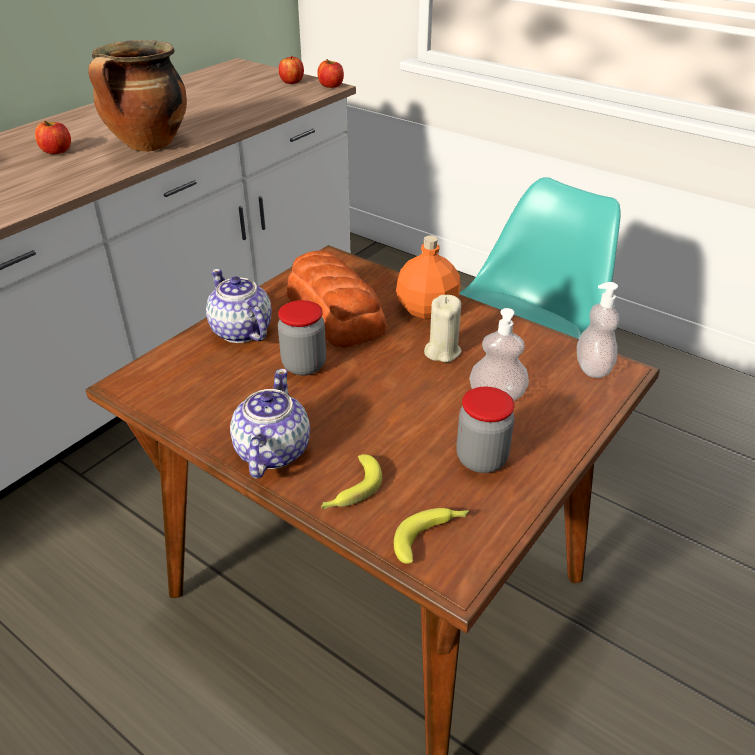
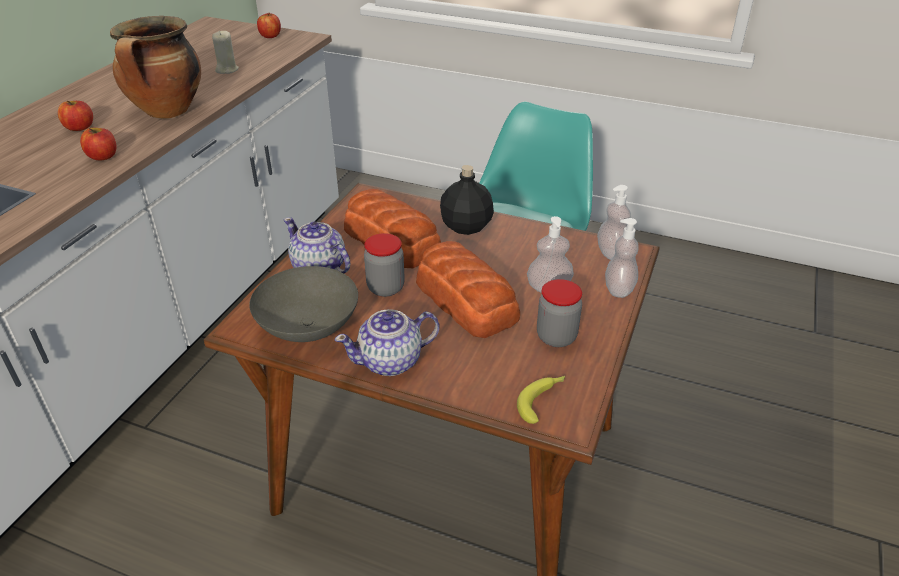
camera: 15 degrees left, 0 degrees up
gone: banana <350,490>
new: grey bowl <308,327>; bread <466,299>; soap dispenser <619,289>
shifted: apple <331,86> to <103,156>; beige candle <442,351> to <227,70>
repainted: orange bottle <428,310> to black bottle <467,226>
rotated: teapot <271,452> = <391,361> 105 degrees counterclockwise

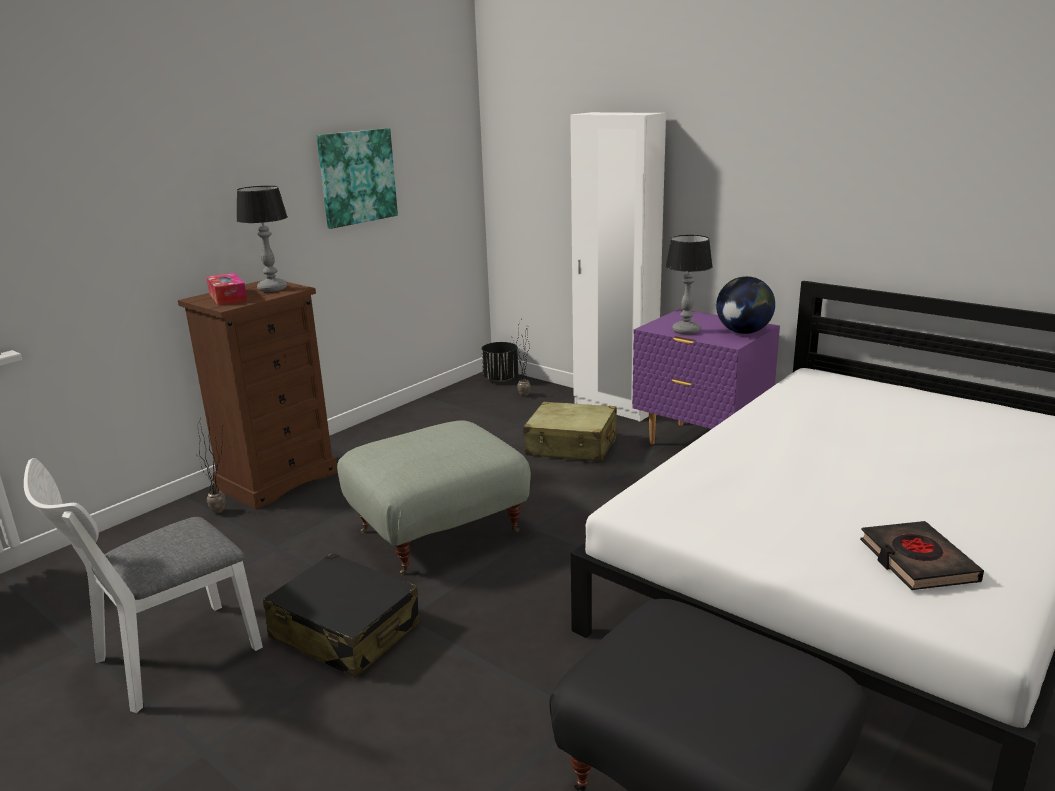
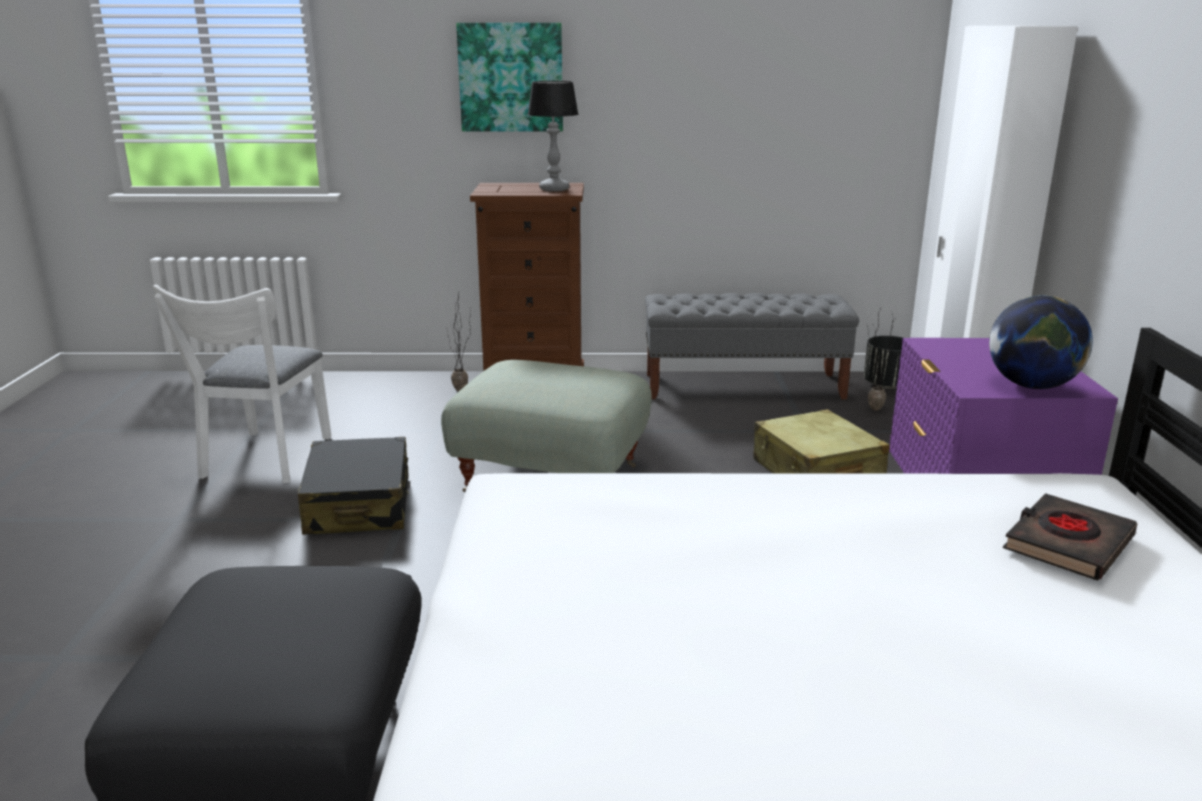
camera: 50 degrees right, 0 degrees up
gone: tissue box <228,297>; table lamp <686,331>
new: grey bench <744,386>
shifted: picture <357,177> to <511,77>; black book <917,561> to <1067,544>
rotated: white chair <166,660> = <263,461> 90 degrees counterclockwise

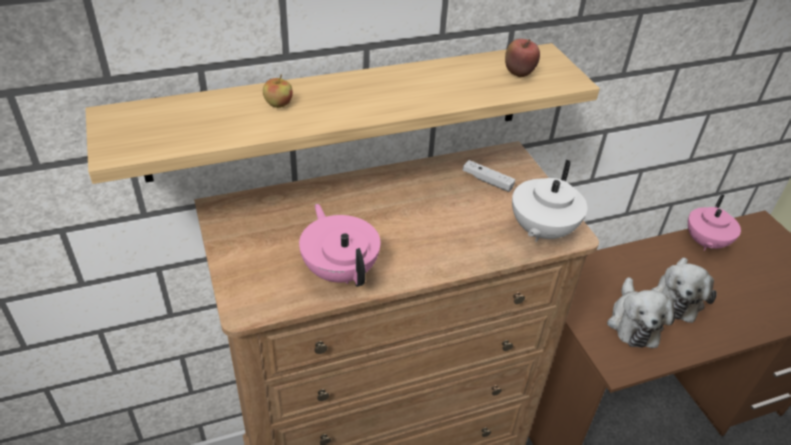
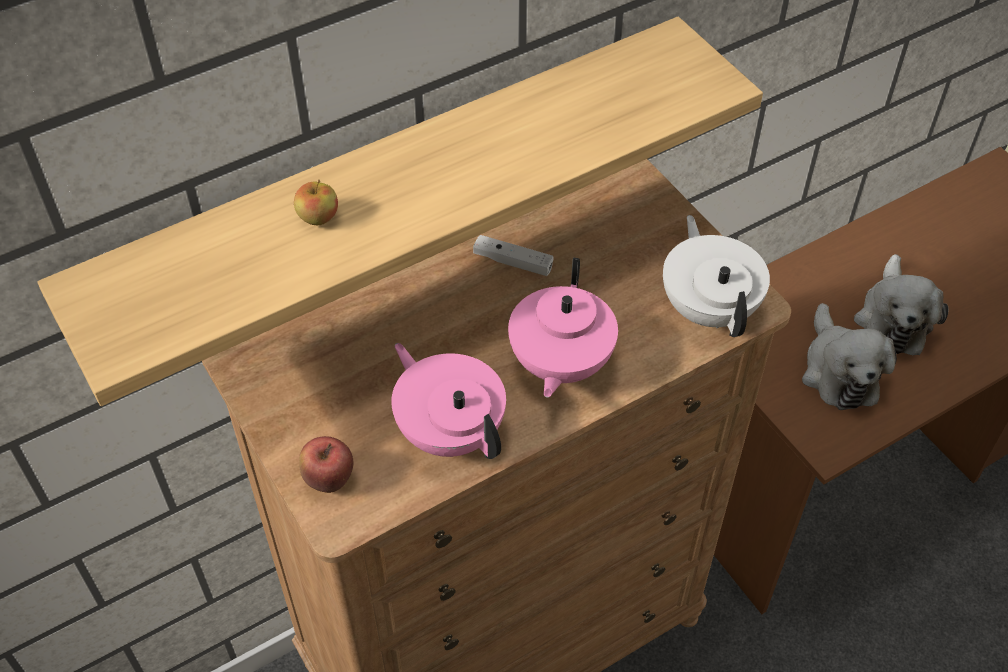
camera: 10 degrees left, 10 degrees up
shifted: white game controller <487,181> to <513,262>; apple <518,74> to <329,480>; pink teapot <704,243> to <559,364>
rotated: white teapot <541,231> = <709,308> 150 degrees clockwise

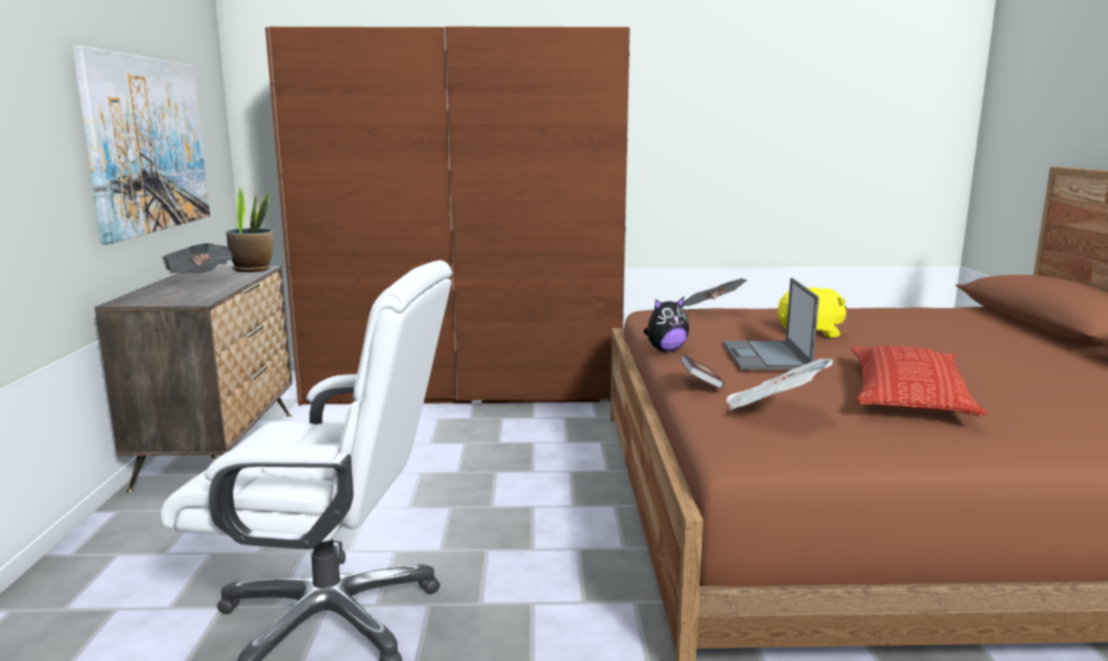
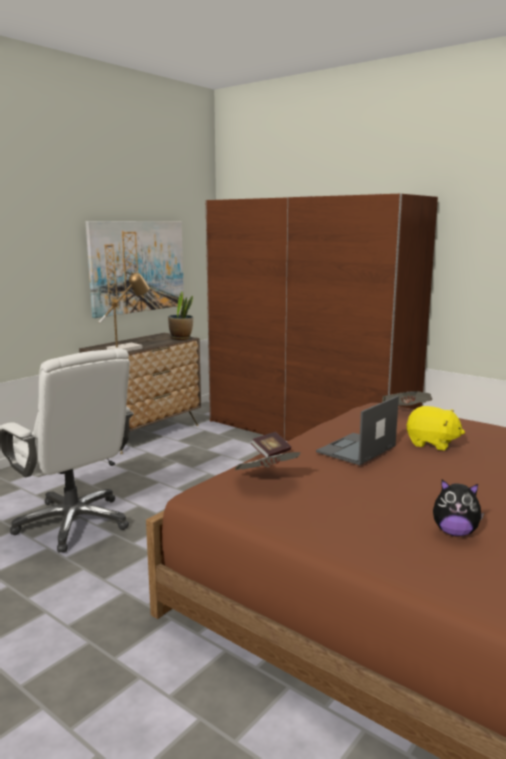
camera: 40 degrees right, 0 degrees up
gone: newspaper <200,278>; pillow <908,393>
new: table lamp <128,348>
shifted: plush toy <665,350> to <454,532>

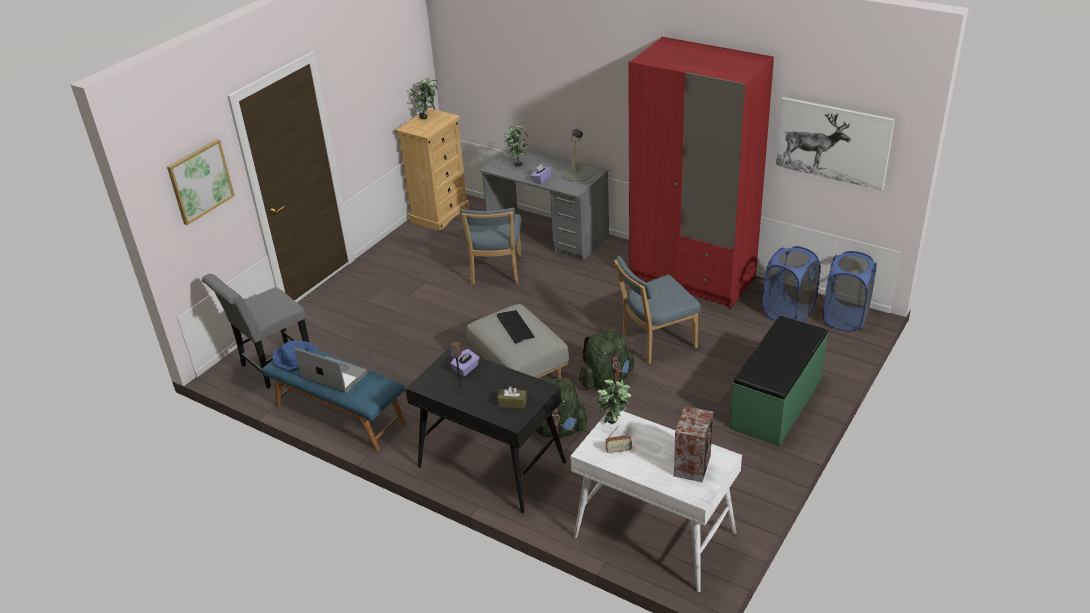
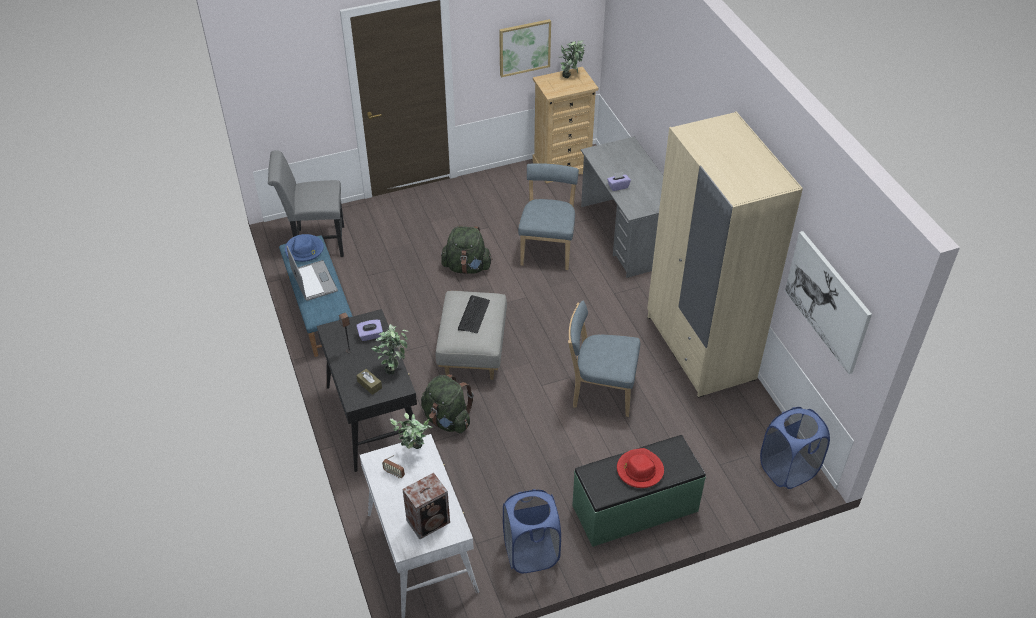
camera: 35 degrees right, 10 degrees up
gone: grey table lamp <577,173>
new: red hat <639,470>
shifted: picture <200,181> to <524,47>; potted plant <517,163> to <393,367>; green backpack <606,380> to <467,267>; blue laundry basket <788,312> to <531,553>
repainted: red wardrobe <692,278> to beige wardrobe <700,348>
rotated: blue chair <495,272> = <548,249> 150 degrees clockwise

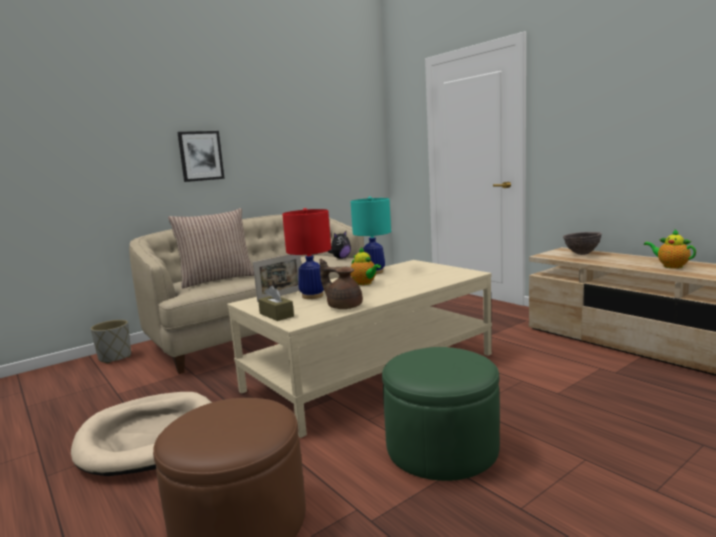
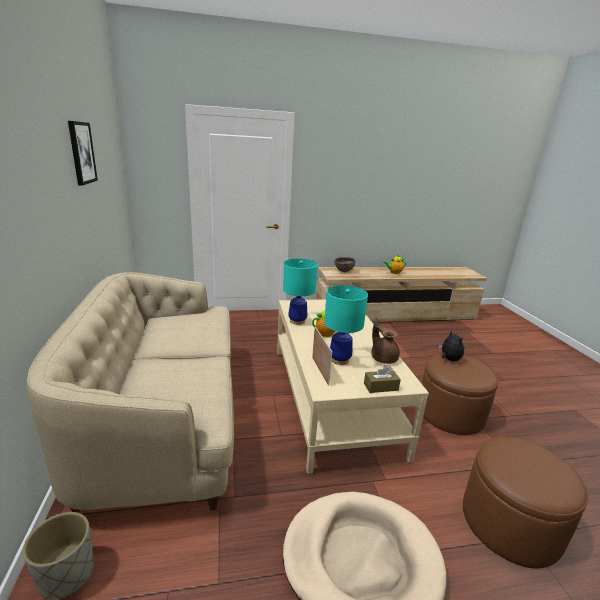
camera: 65 degrees left, 10 degrees up
gone: pillow <217,279>
shifted: picture <201,156> to <81,153>; plush toy <340,258> to <449,359>
repainted: red table lamp <312,296> to turquoise table lamp <339,360>; green ottoman <442,447> to brown ottoman <450,412>
rotated: brown teapot <343,306> = <383,358> 90 degrees clockwise

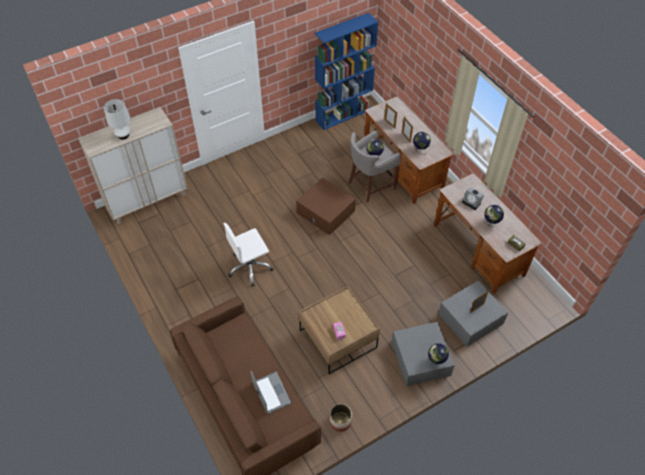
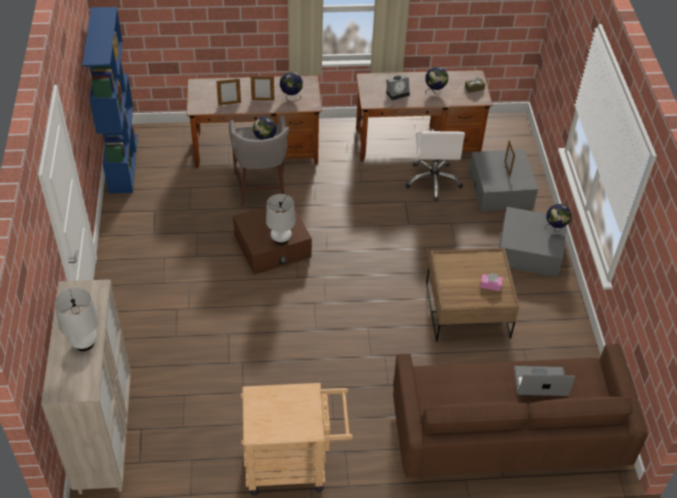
camera: 65 degrees left, 5 degrees down
gone: planter <340,421>
new: beige cart <294,465>; white table lamp <281,239>
shifted: white office chair <250,267> to <433,181>

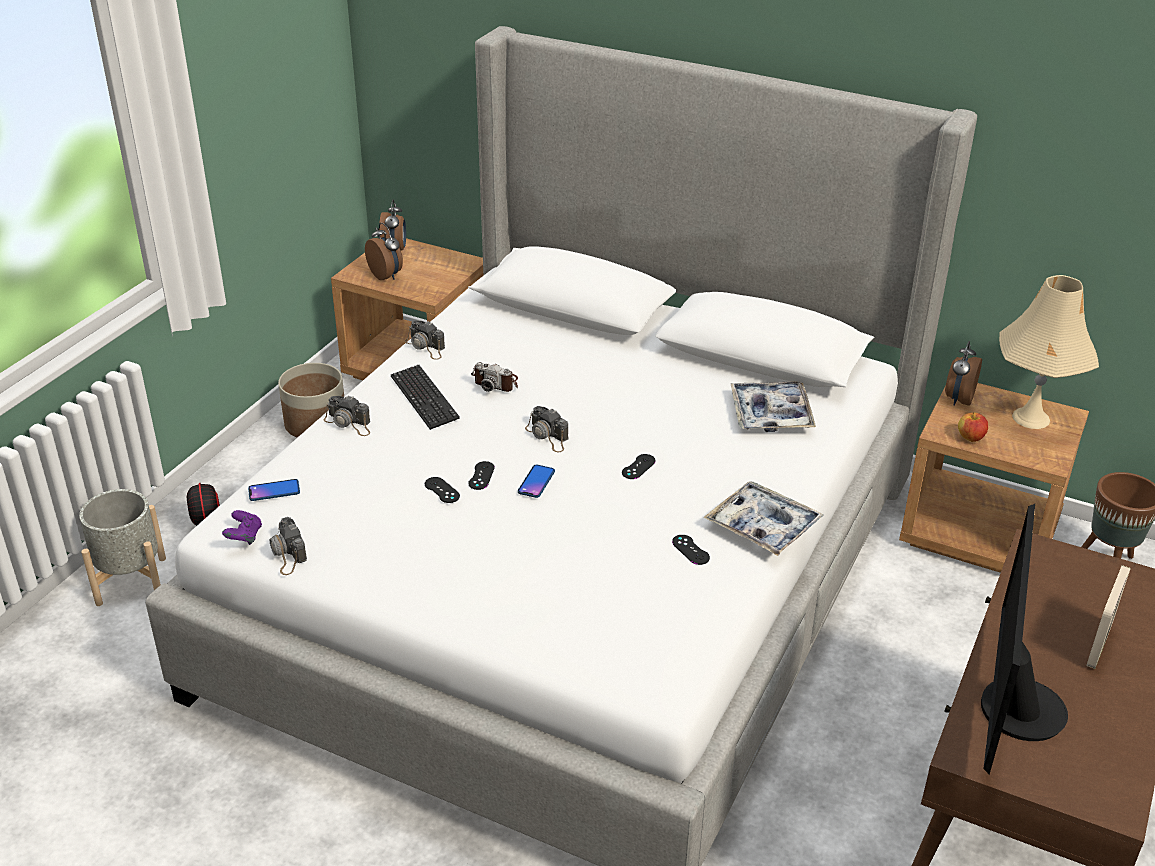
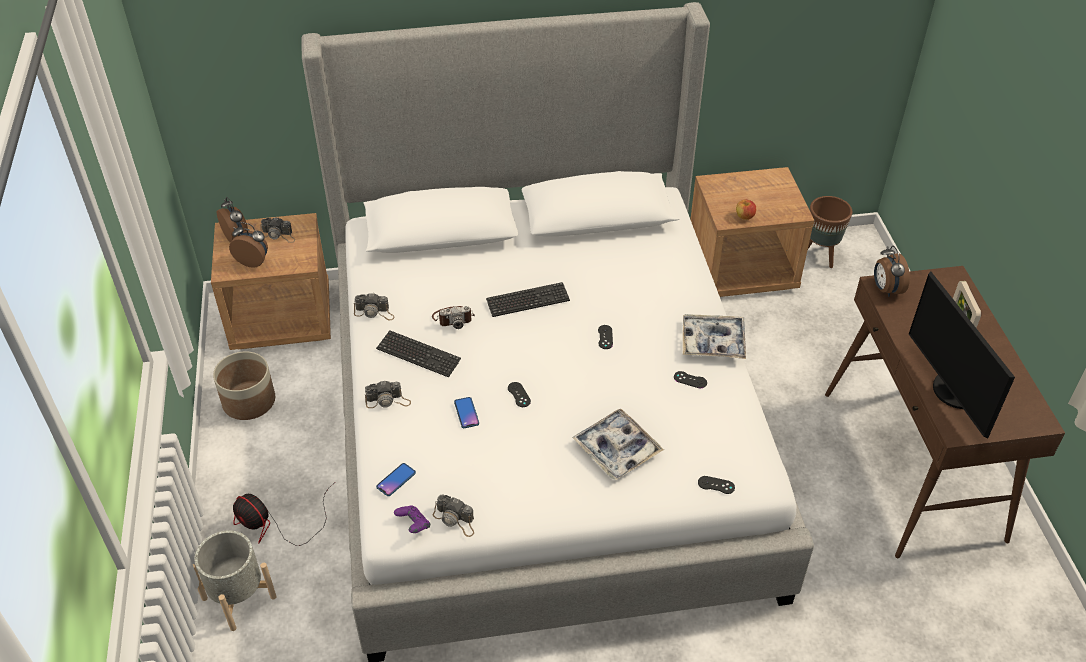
camera: 35 degrees left, 10 degrees up
gone: beige table lamp <1030,418>
new: keyboard <528,301>
shifted: black game controller <442,490> to <716,485>; phone <536,482> to <466,413>; photo camera <548,436> to <278,235>; tray <771,414> to <617,449>; alarm clock <958,399> to <885,289>

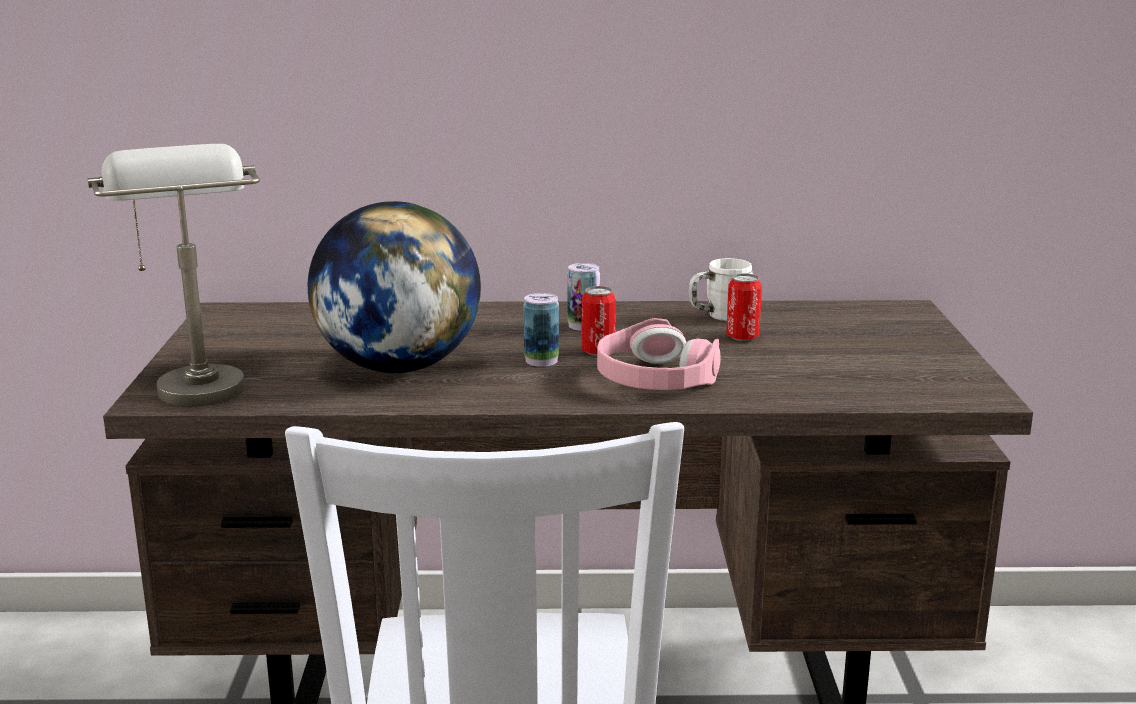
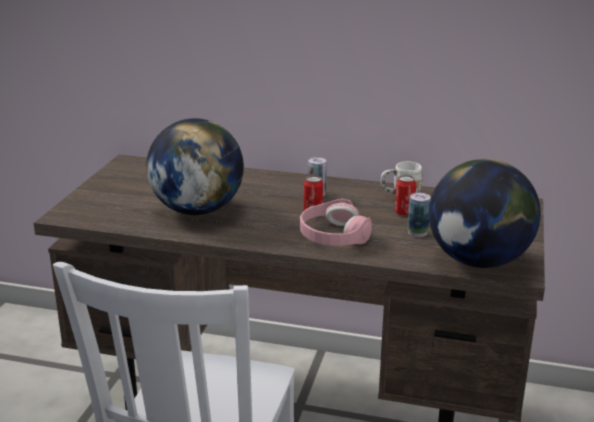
camera: 15 degrees right, 5 degrees up
gone: grey table lamp <194,380>
new: globe <478,261>
shifted: can <541,360> to <417,232>

